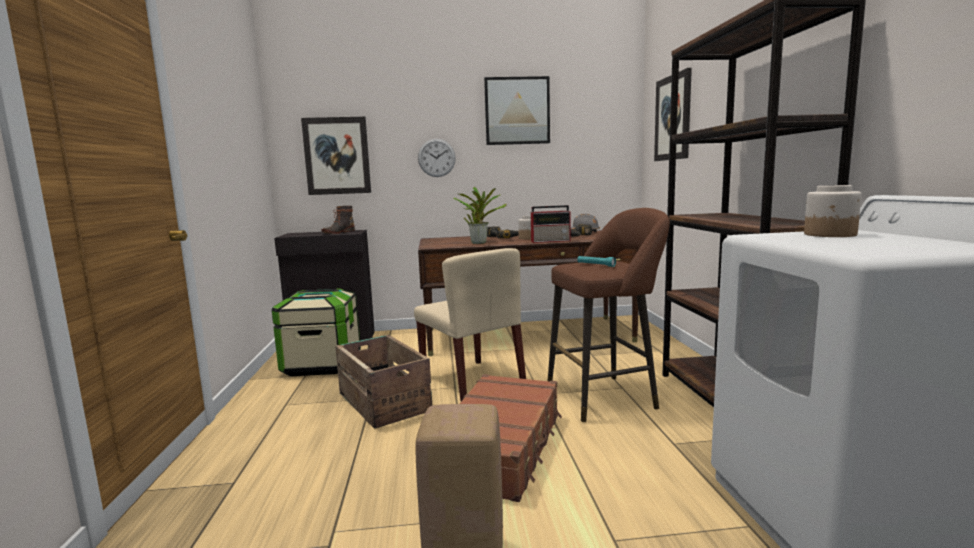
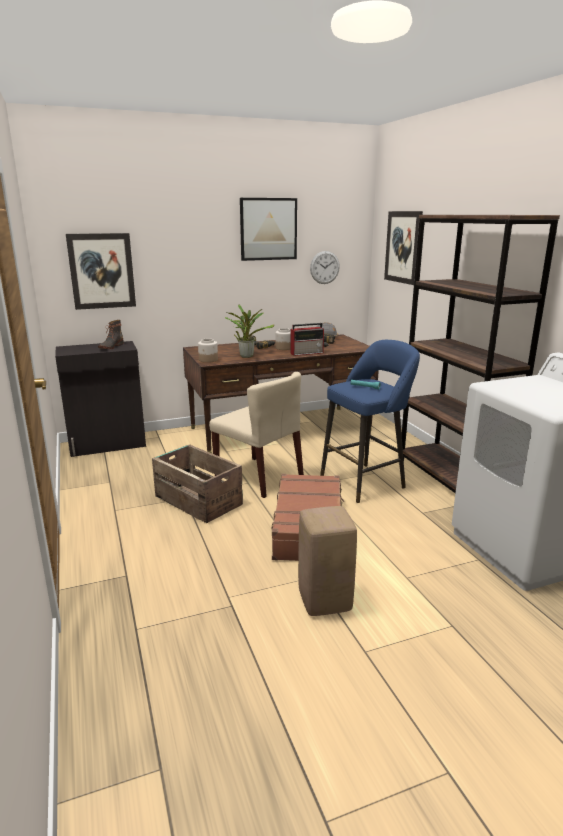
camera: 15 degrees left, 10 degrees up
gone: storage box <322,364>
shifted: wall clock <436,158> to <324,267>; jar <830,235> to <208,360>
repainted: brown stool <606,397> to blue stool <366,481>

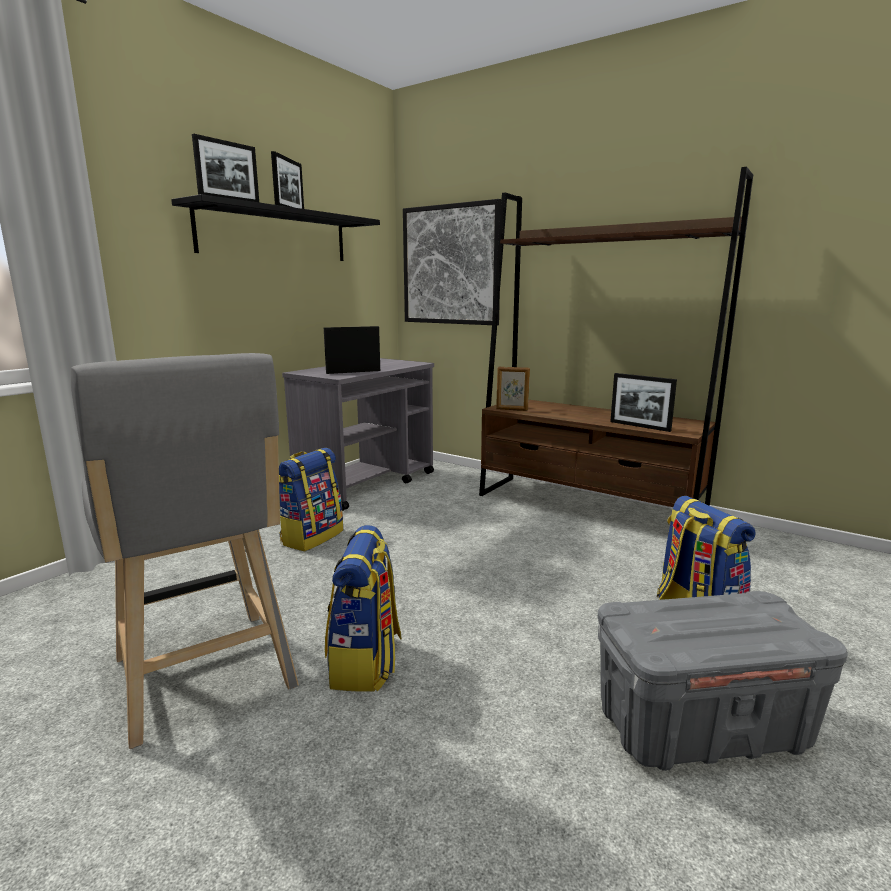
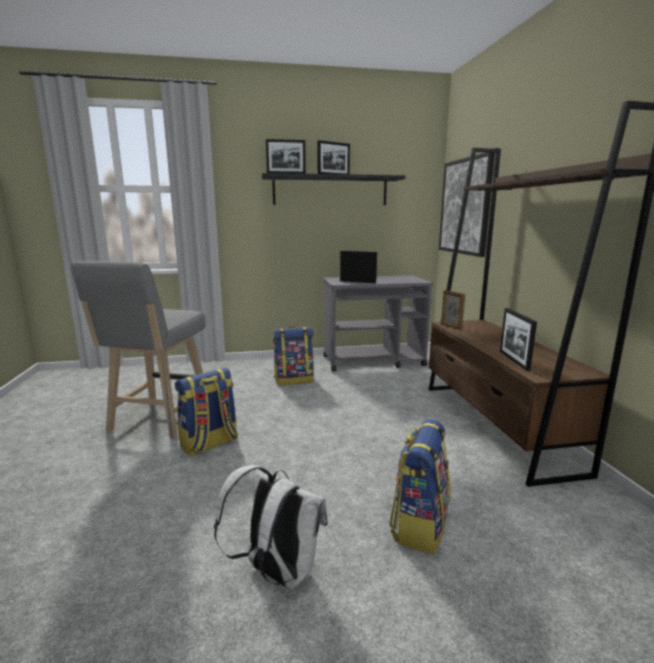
camera: 45 degrees right, 0 degrees up
swapped: grey storage box <700,728> to white backpack <276,571>

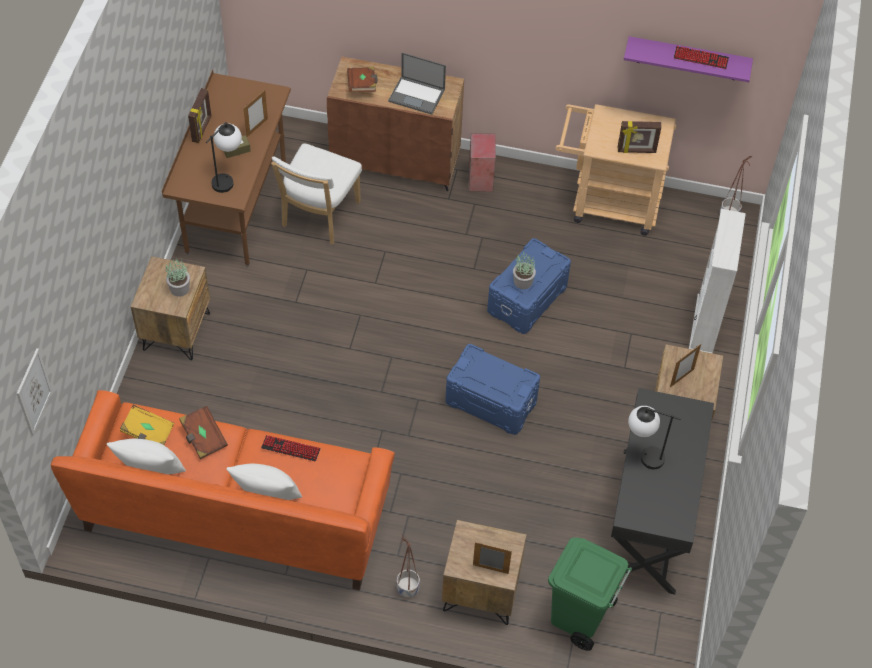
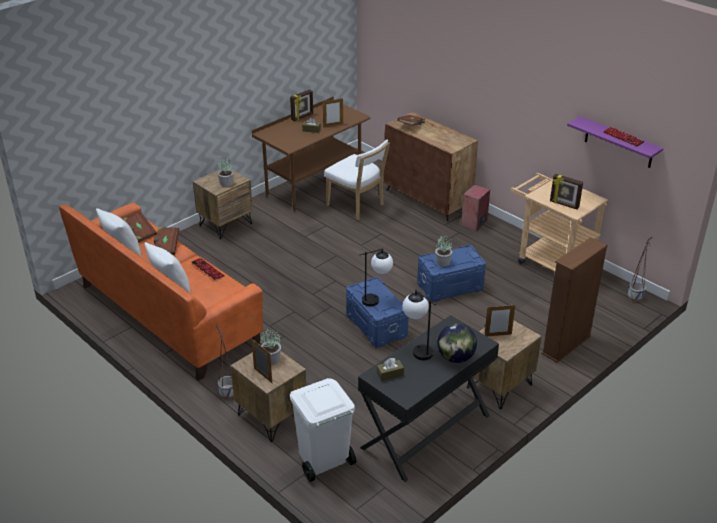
camera: 35 degrees right, 20 degrees down
gone: picture <33,392>; laptop <417,95>
new: potted plant <271,359>; brown tissue box <390,374>; globe <455,358>
shifted: table lamp <228,178> to <376,299>
repainted: yellow book <148,433> to brown book <139,233>; green trash can <579,618> to white trash can <323,462>; white bookcase <705,324> to brown bookcase <566,345>
rotated: white chair <318,217> = <357,206> 105 degrees counterclockwise

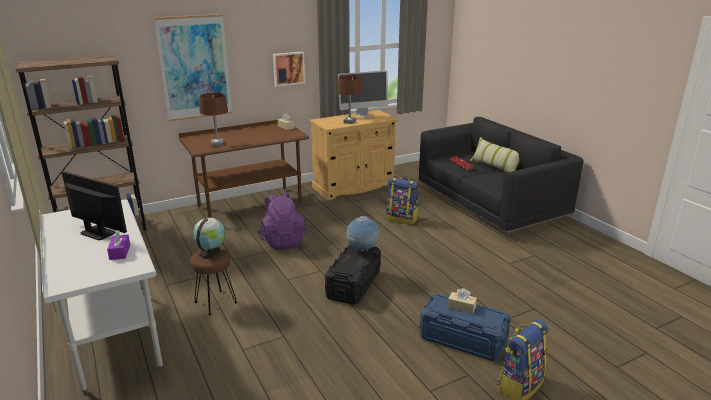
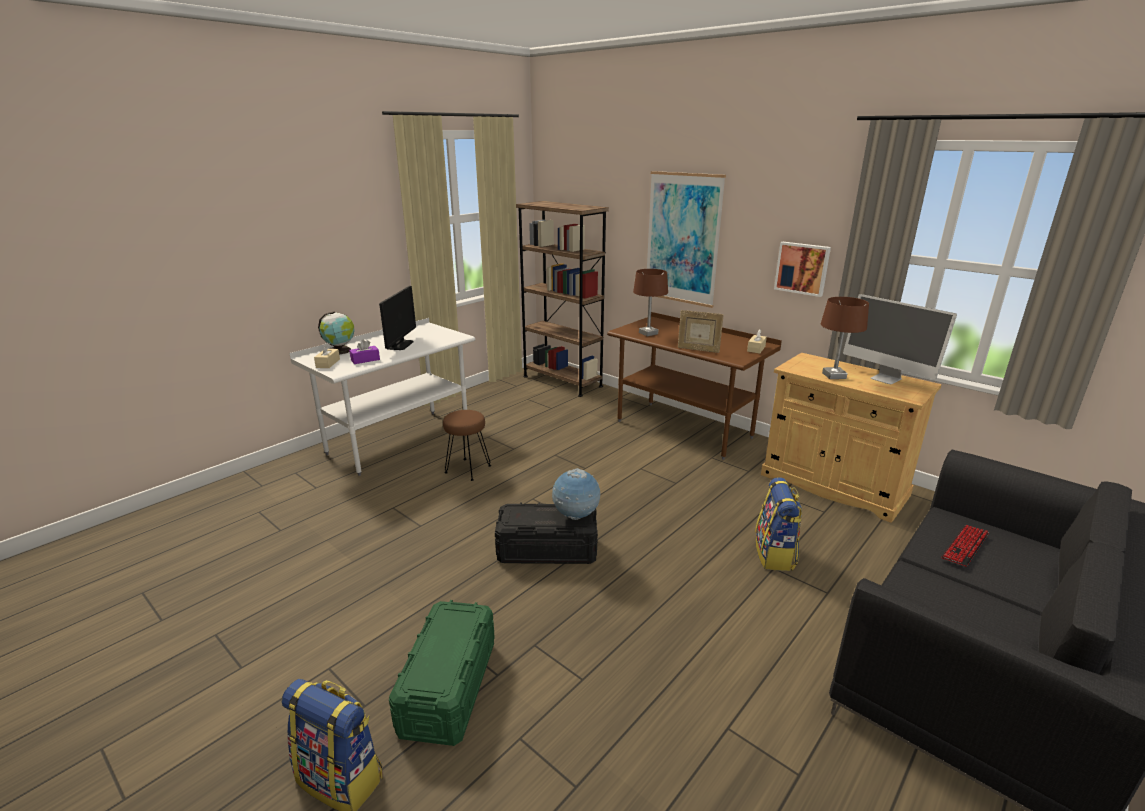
camera: 70 degrees right, 0 degrees up
gone: purple backpack <282,241>; pillow <494,167>
new: picture frame <698,350>
shifted: globe <211,252> to <340,351>; beige tissue box <461,307> to <328,363>
repainted: blue storage box <462,339> to green storage box <449,687>

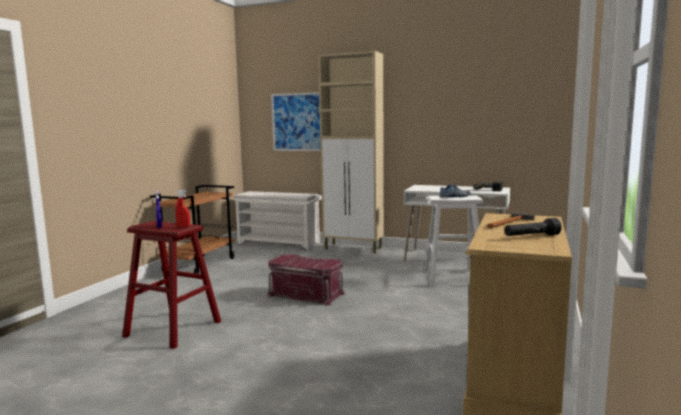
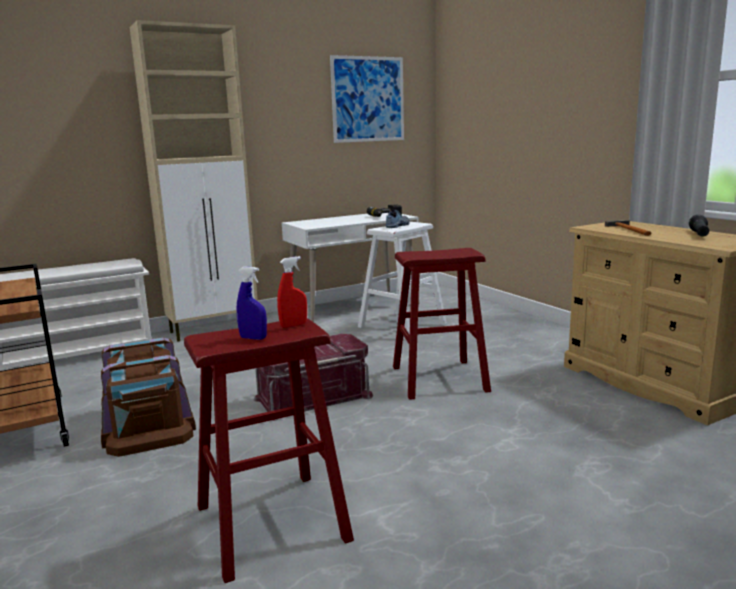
camera: 50 degrees left, 5 degrees up
new: brown storage box <147,423>; red stool <438,379>
shifted: picture <298,122> to <368,99>

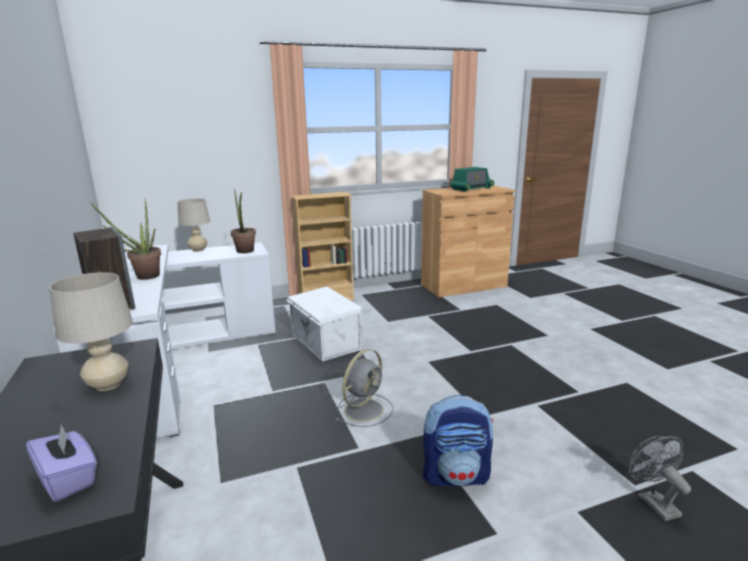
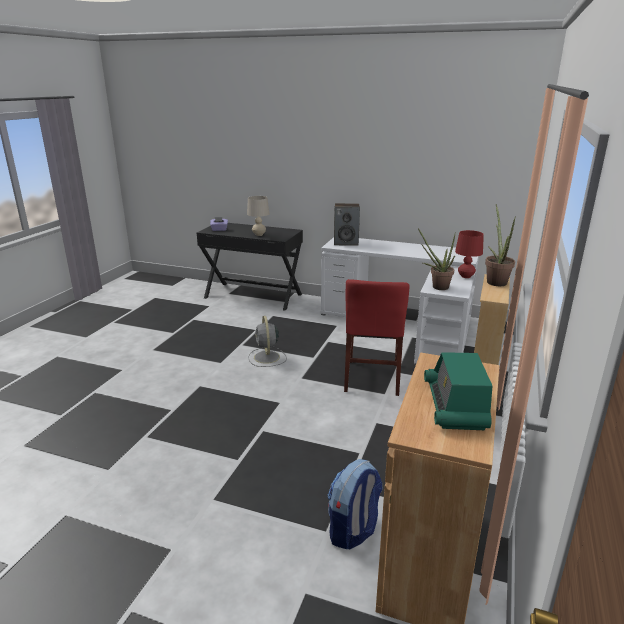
camera: 130 degrees right, 5 degrees up
gone: grey fan <653,502>
shifted: potted plant <142,277> to <495,281>; backpack <456,475> to <353,530>
swapped: white storage box <324,342> to red chair <372,377>
repainted: beige table lamp <198,250> to red table lamp <465,276>

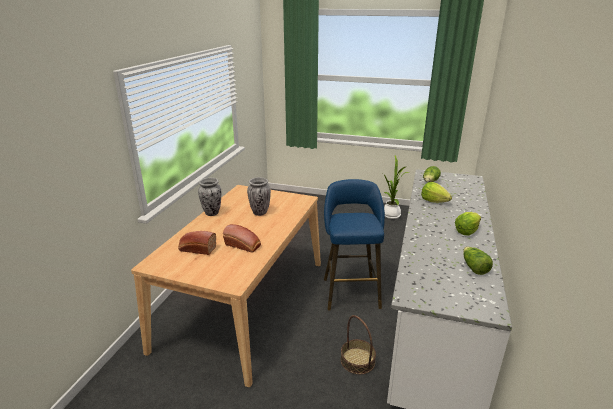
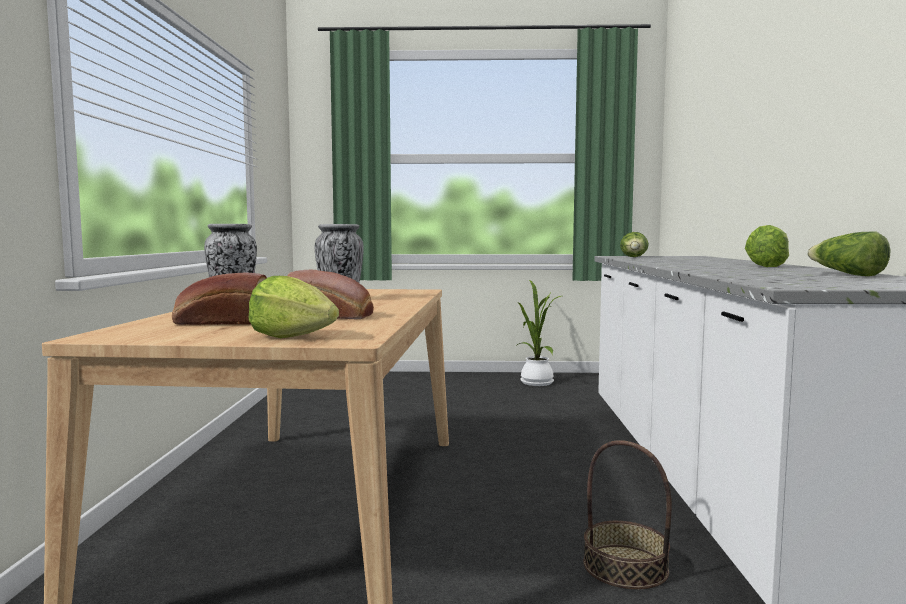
camera: 15 degrees left, 20 degrees down
gone: blue stool <350,290>
shifted: lettuce <434,201> to <292,336>

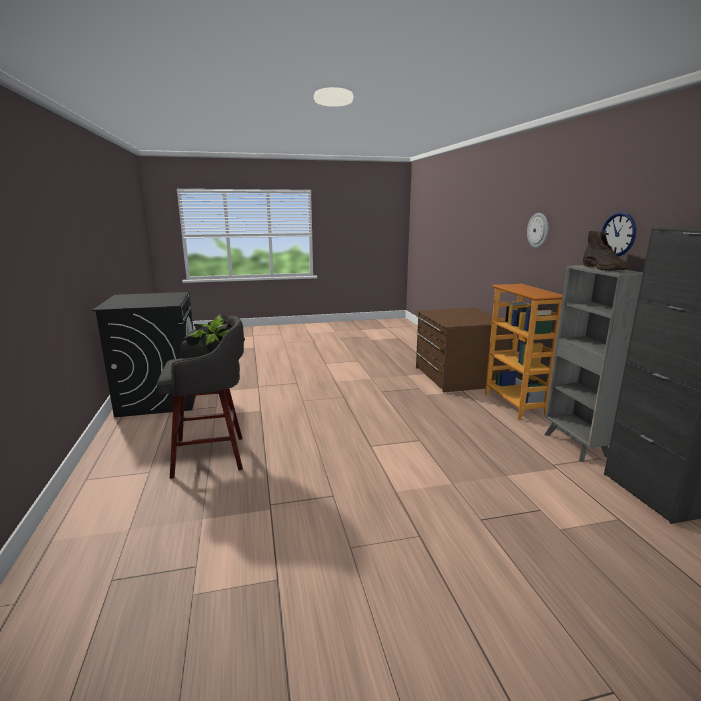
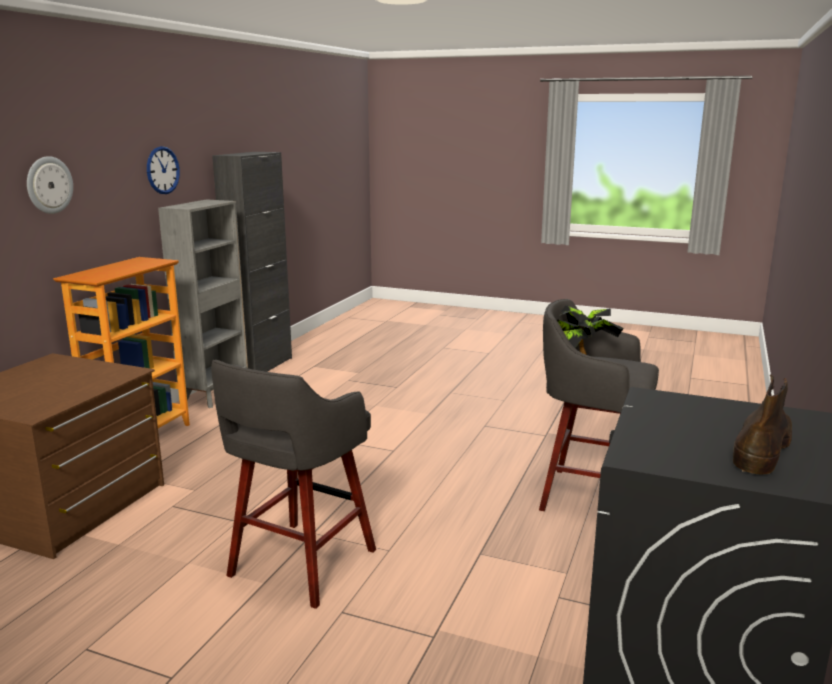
camera: 145 degrees left, 0 degrees up
new: grey stool <299,565>
shifted: brown boot <603,269> to <762,447>

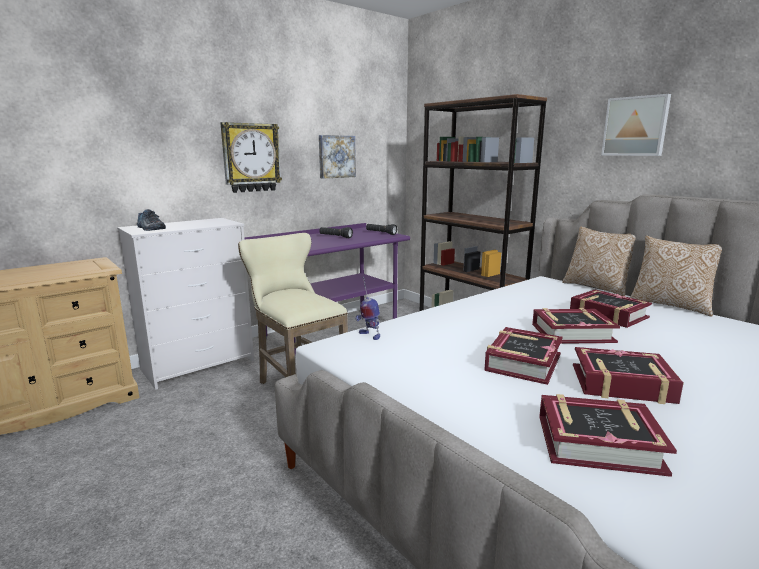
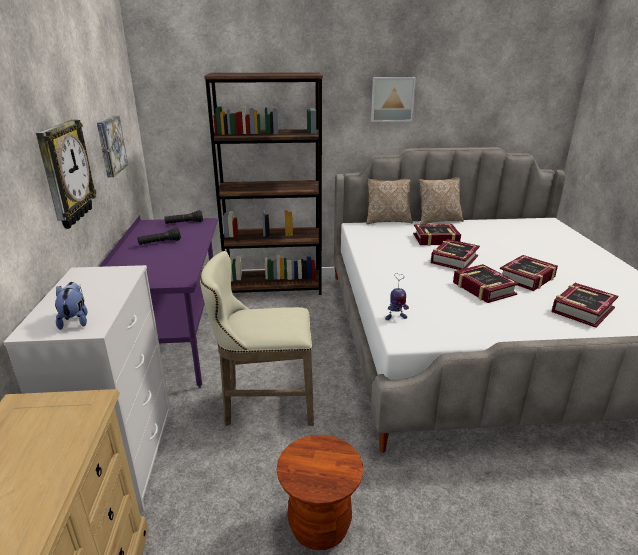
camera: 55 degrees left, 10 degrees up
new: brown stool <319,526>
swapped: shoe <150,228> to plush toy <75,320>

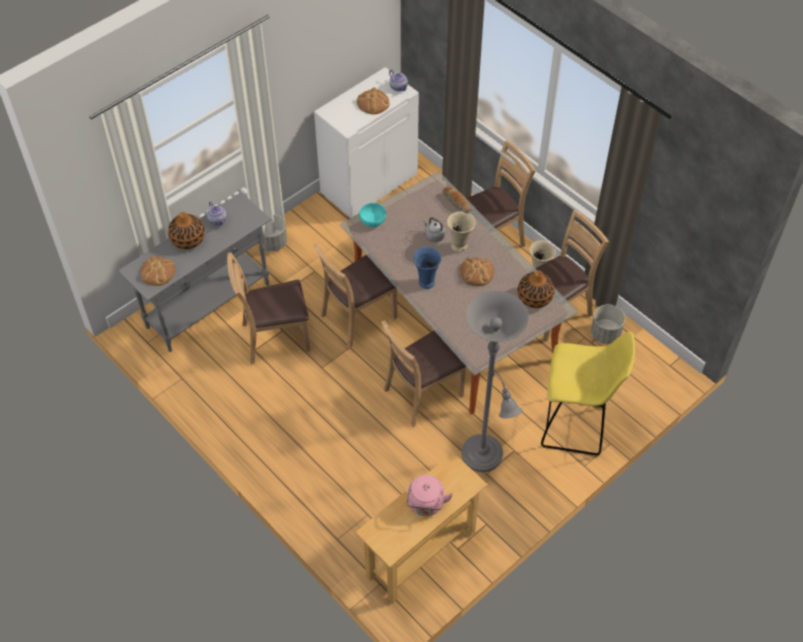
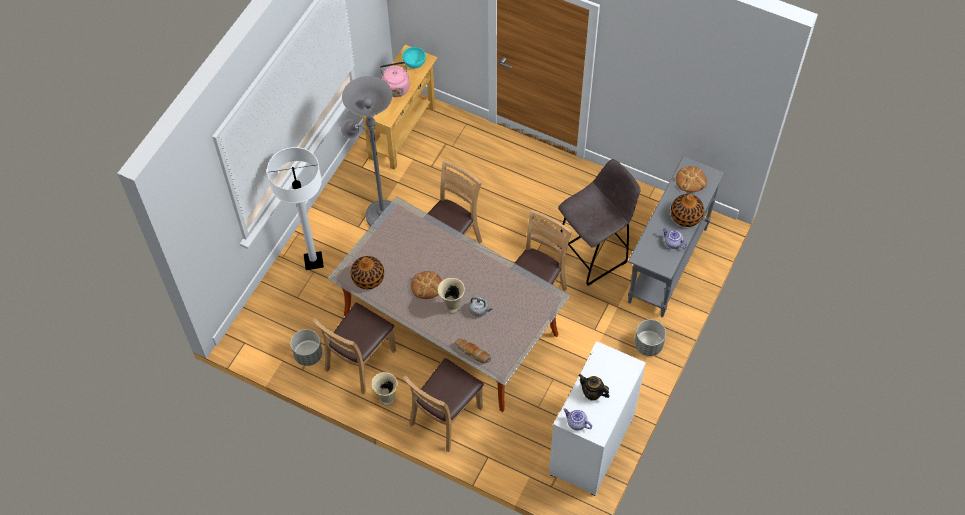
camera: 160 degrees right, 5 degrees up
gone: blue vase <426,282>
shifted: turquoise bowl <373,220> to <414,62>
swapped: brown chair <275,338> to grey stool <594,255>; bread <373,103> to teapot <592,393>; yellow stool <575,427> to white floor lamp <313,261>

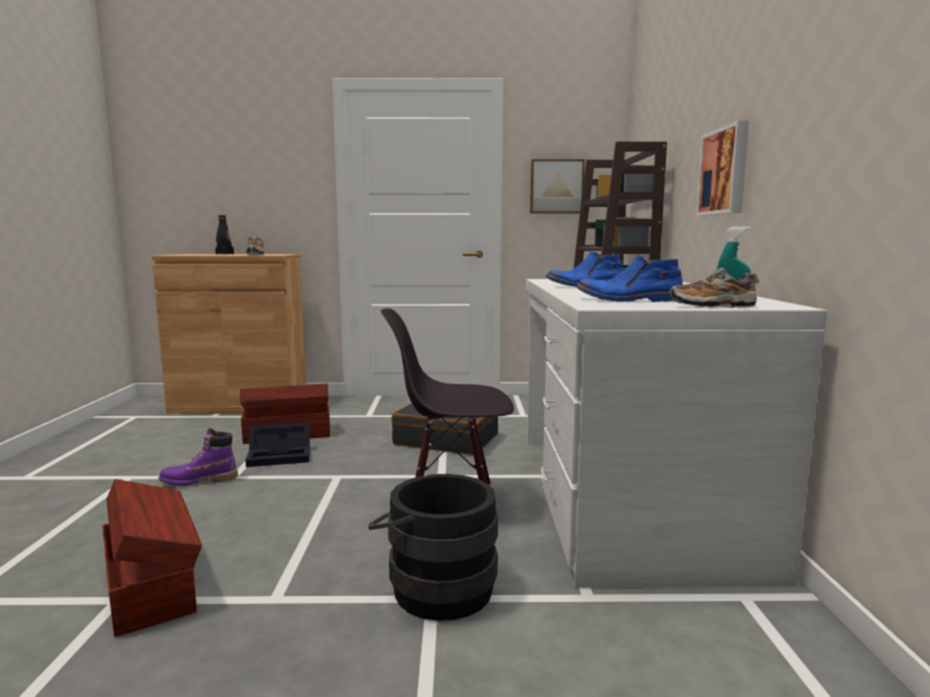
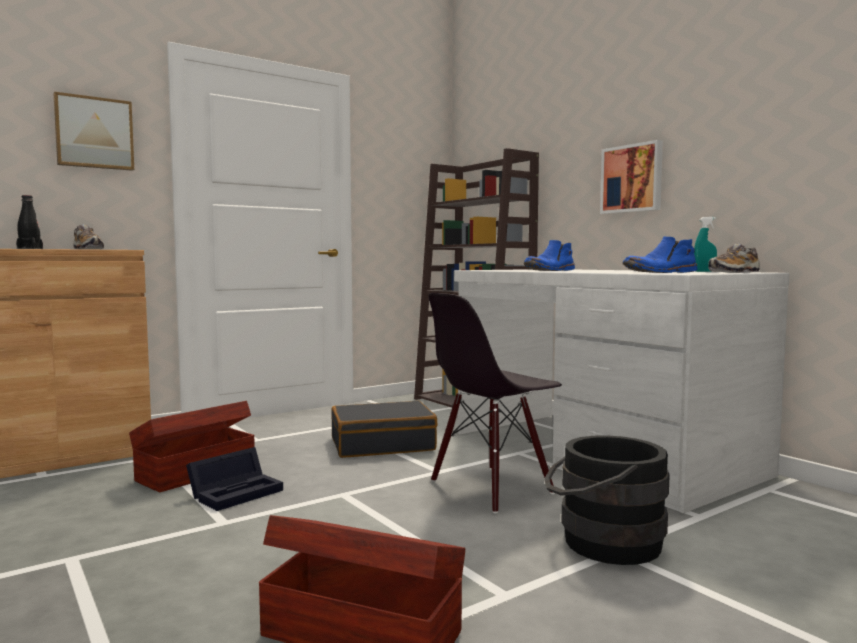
camera: 35 degrees left, 5 degrees down
gone: purple boot <199,481>
shifted: picture <556,186> to <94,133>

